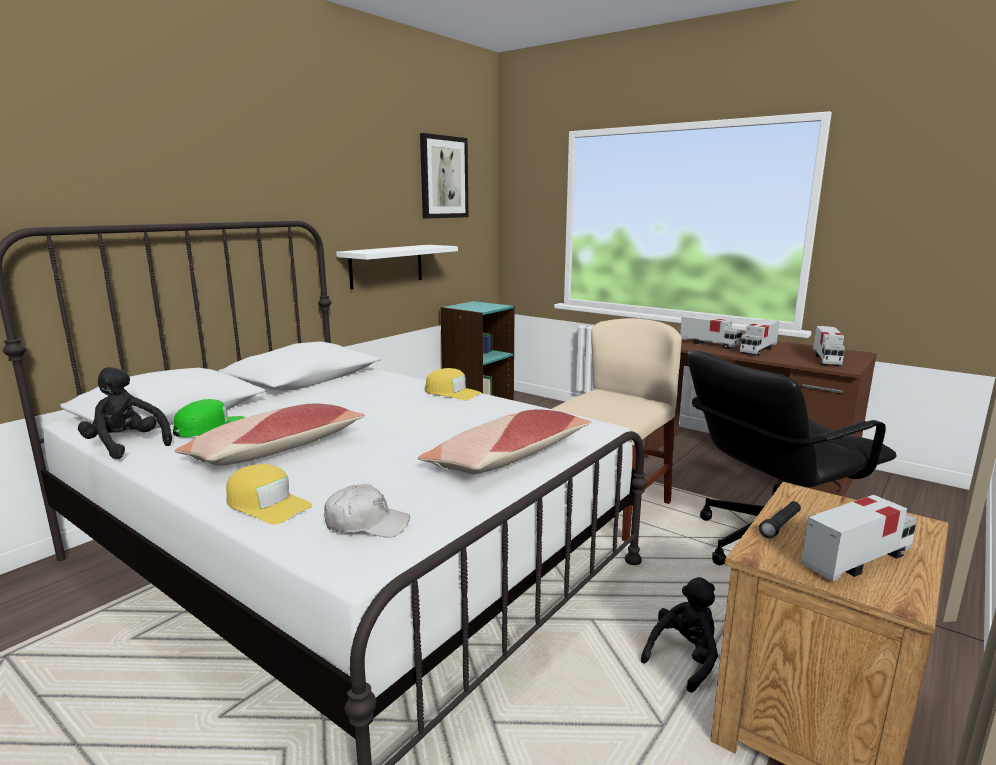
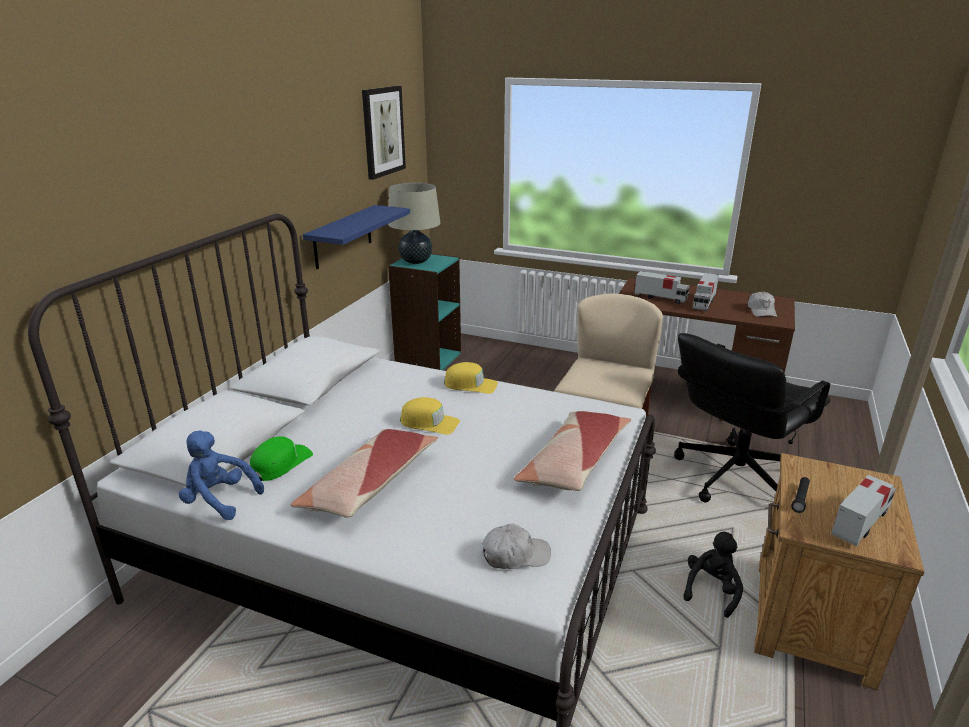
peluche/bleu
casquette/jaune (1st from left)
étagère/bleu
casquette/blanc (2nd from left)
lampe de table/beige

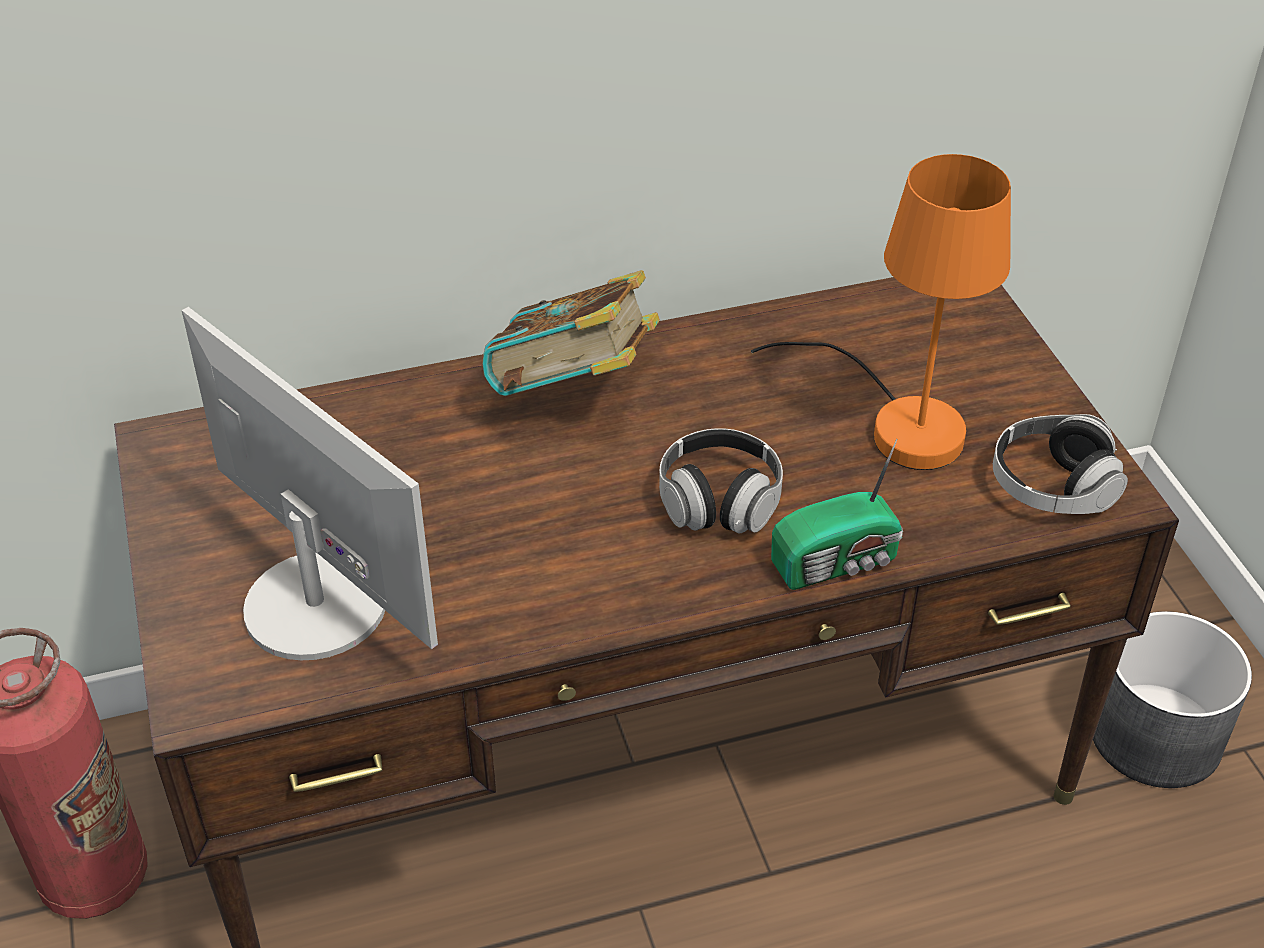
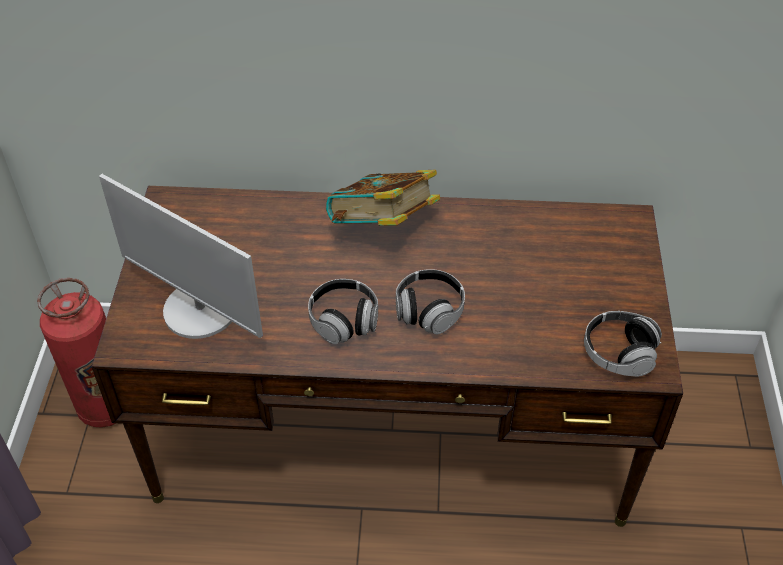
écran d'ordinateur
lampe de table/orange
radio
cache-pot/gris
casque audio (1st from left)

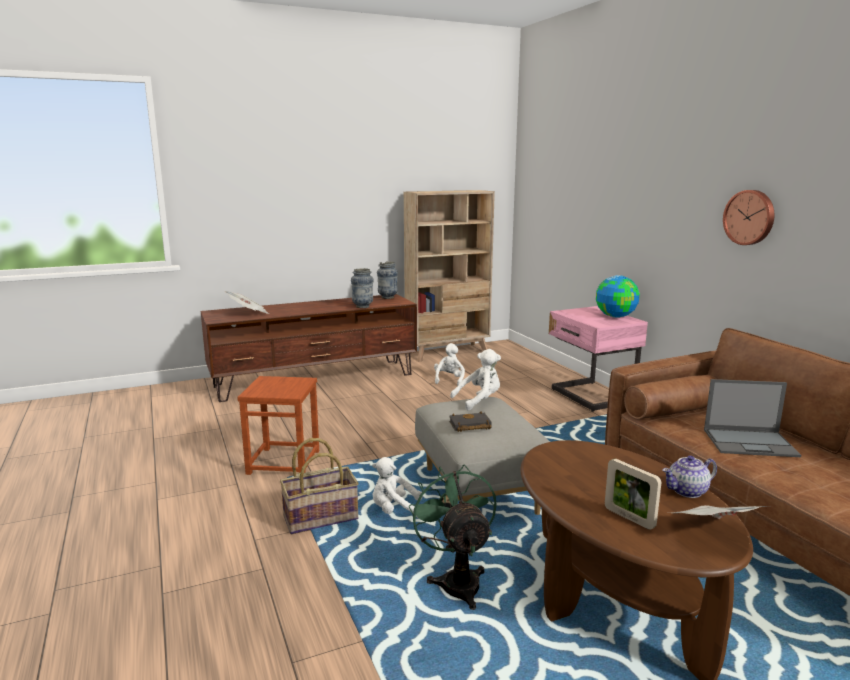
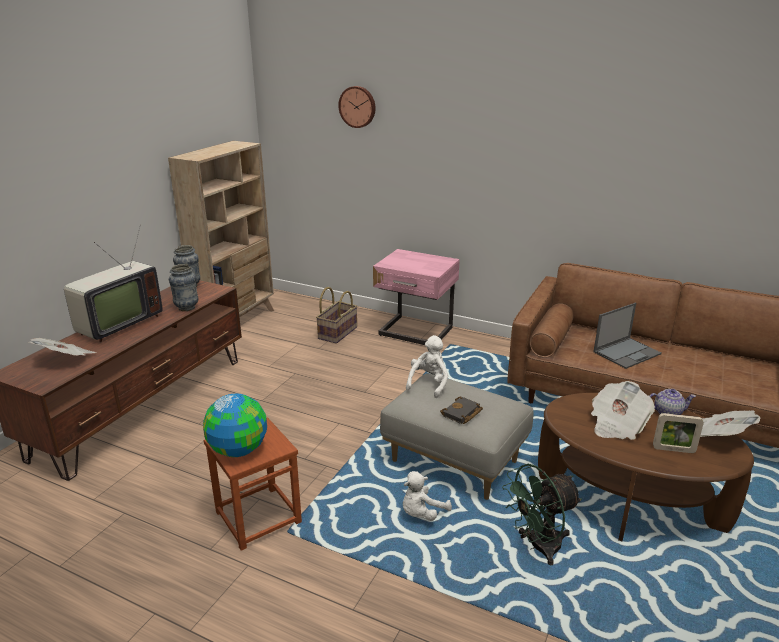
panier
ventilateur/vert
peluche/blanc (2nd from left in the first image)
globe
théière
horloge murale
téléviseur
journal (2nd from left)

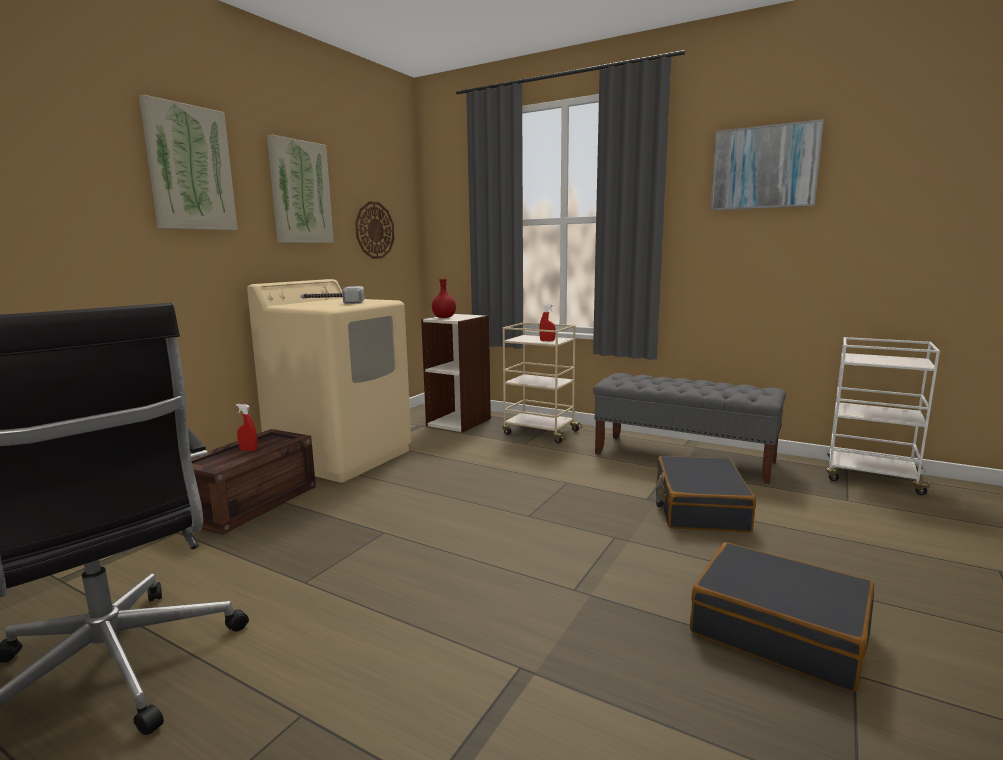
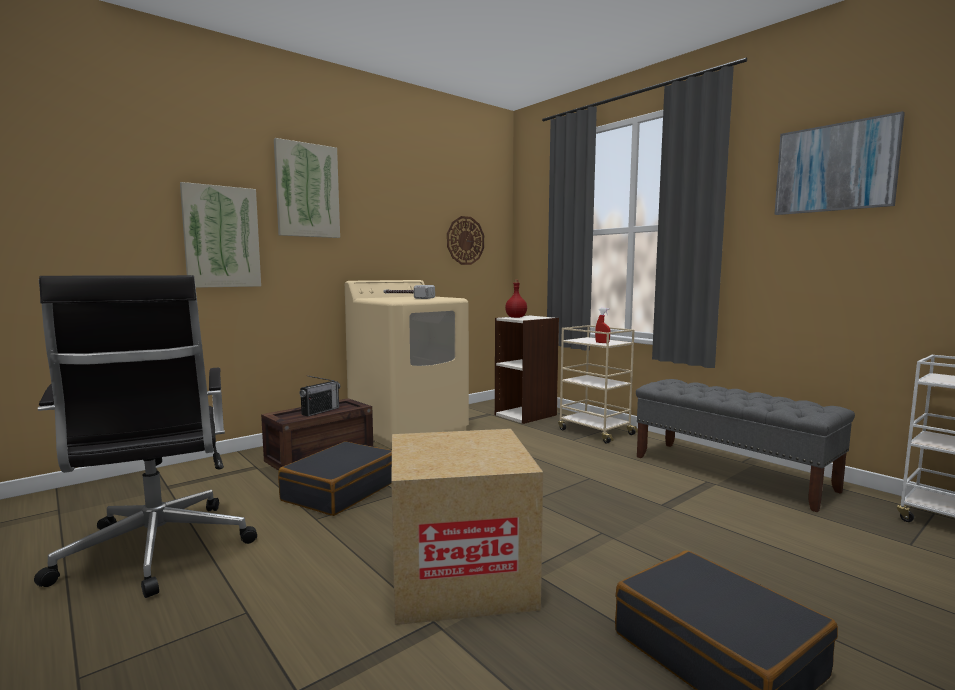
radio
tableau (1st from left)
valise/noir (1st from left)
carton

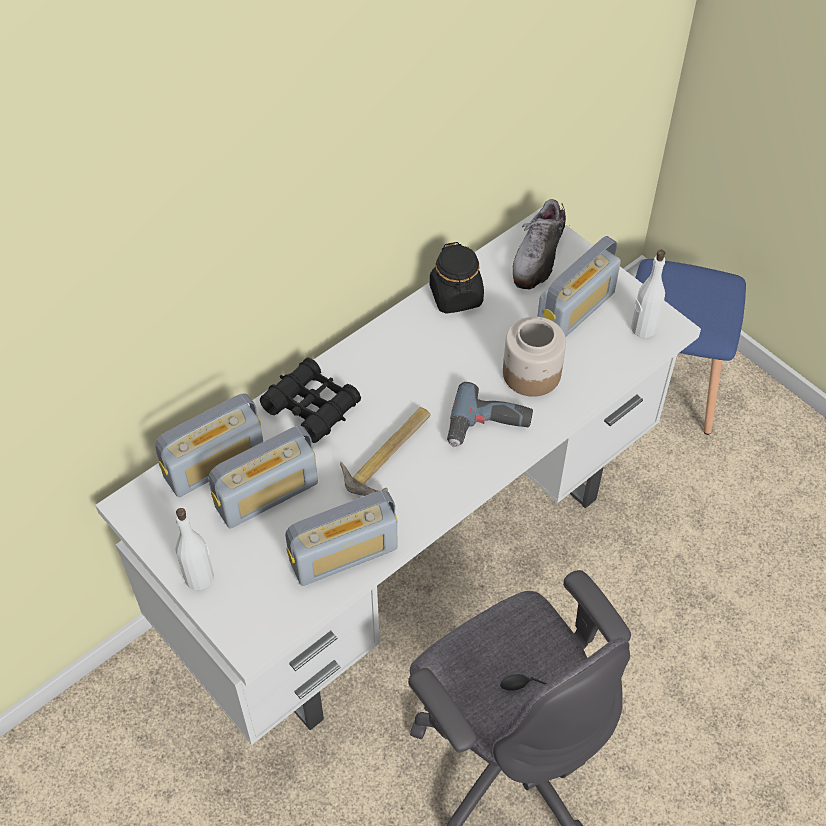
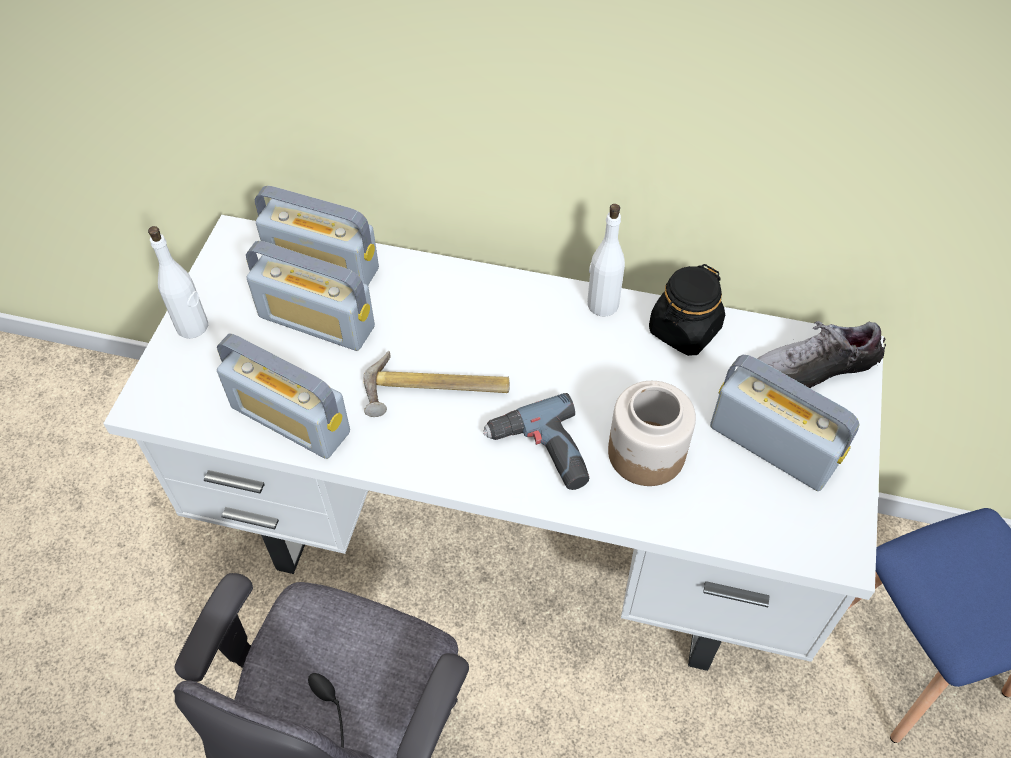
jumelles/noir
radio (4th from left)
bouteille/blanc (2nd from left)

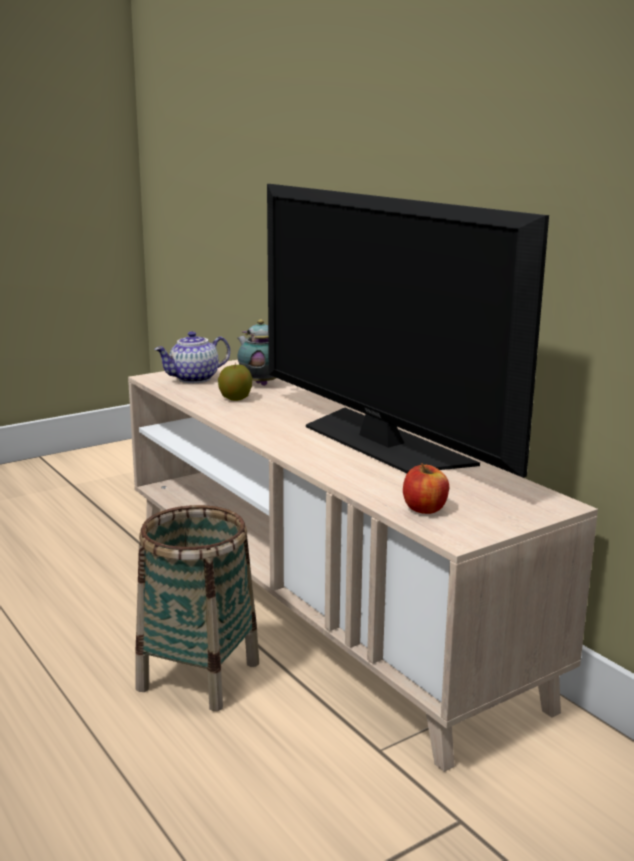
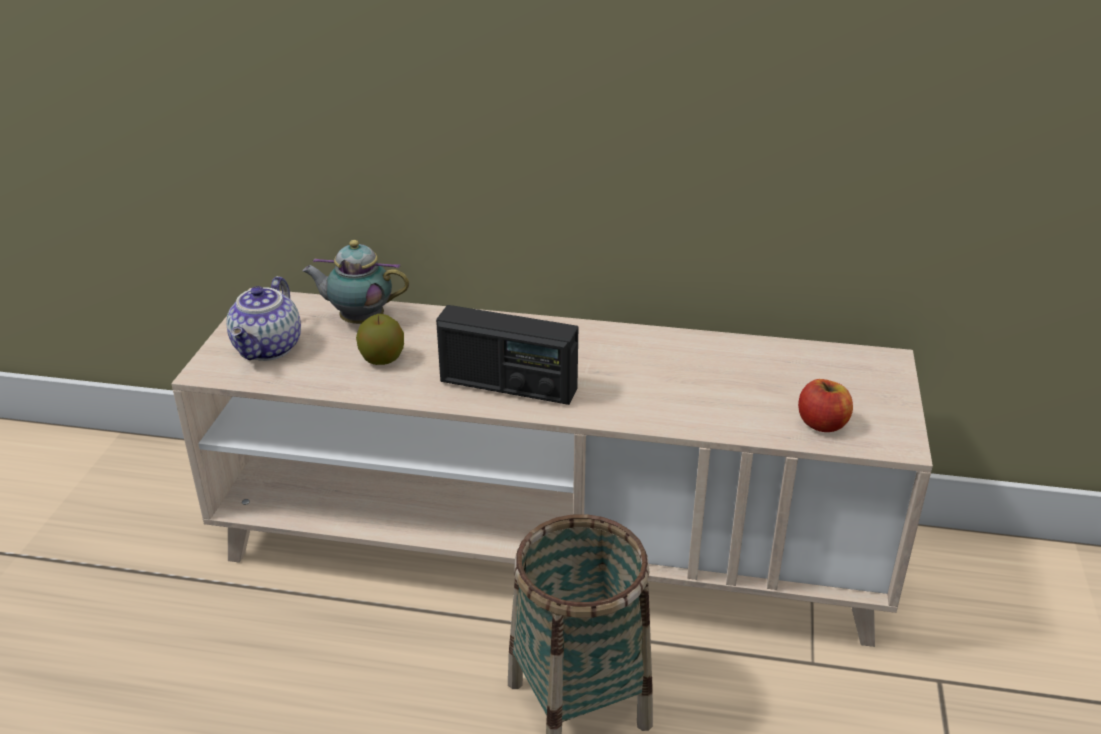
téléviseur
radio

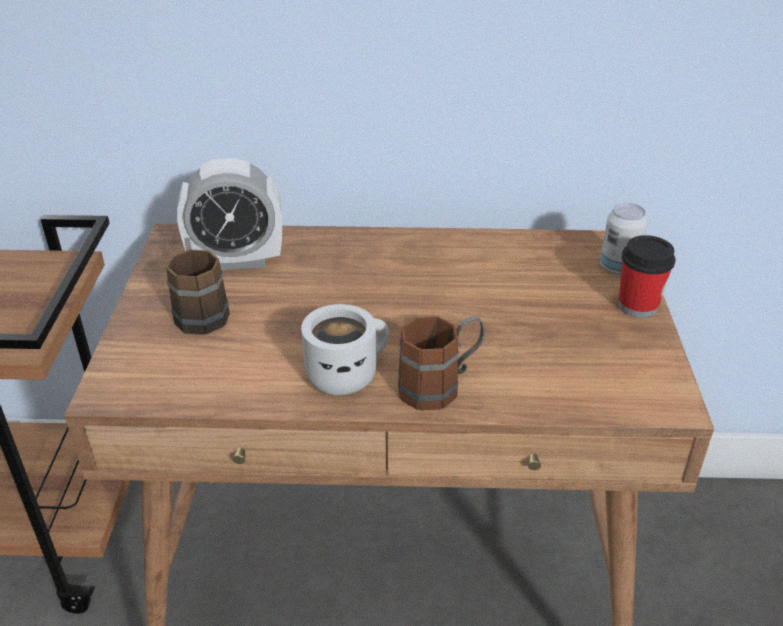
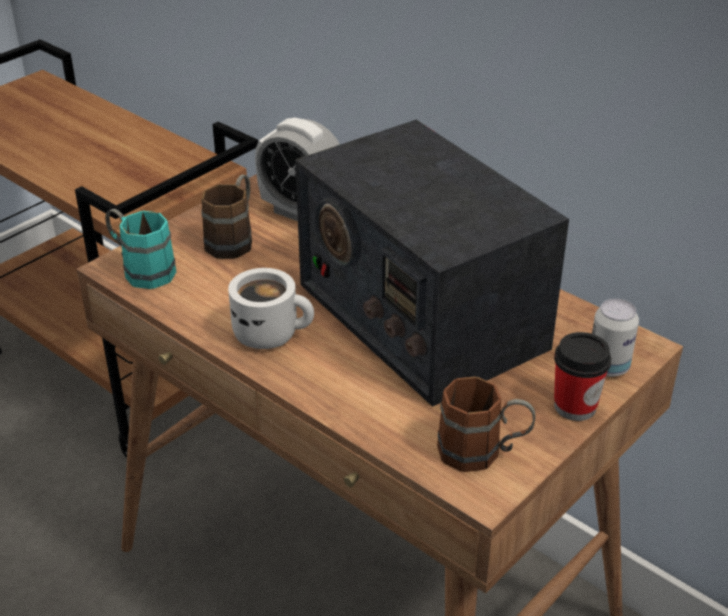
mug/marron (2nd from left)
mug/turquoise
radio

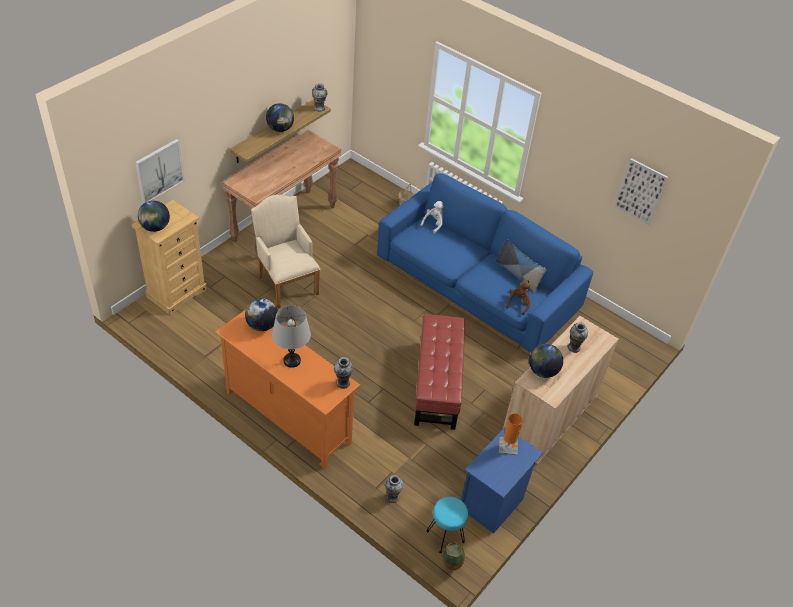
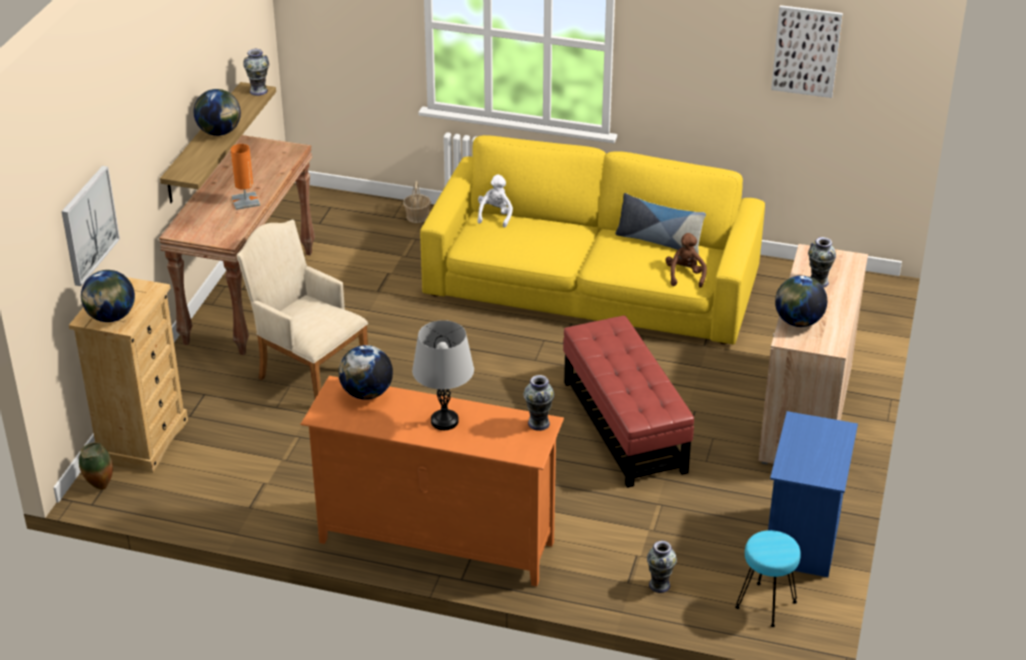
canapé/jaune
vase (1st from left)
lampe de table/orange

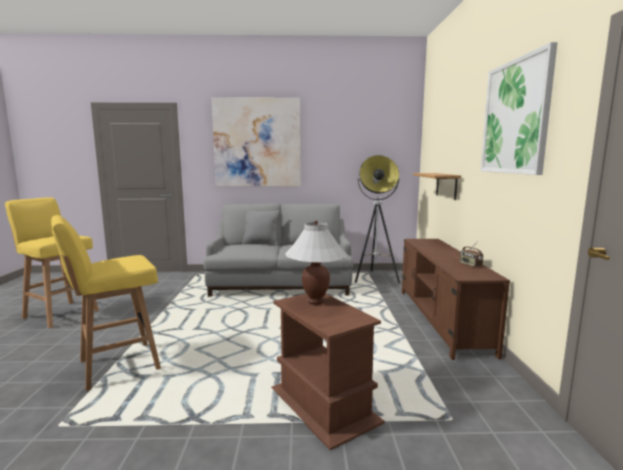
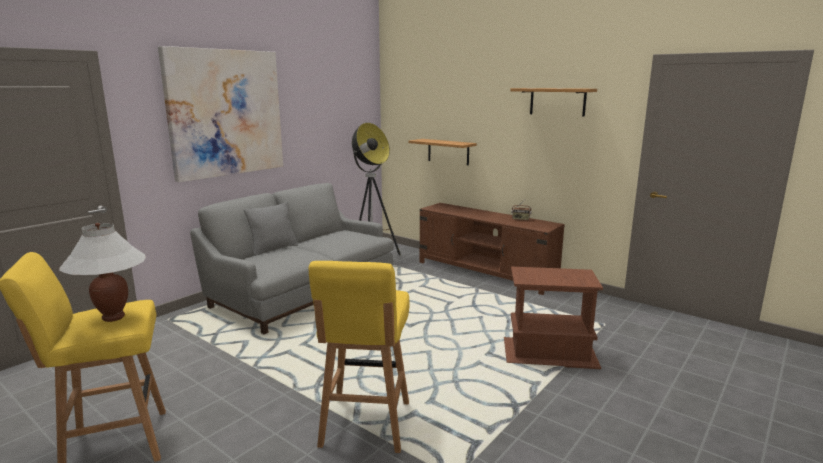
lampe de table/blanc
étagère (2nd from left)

